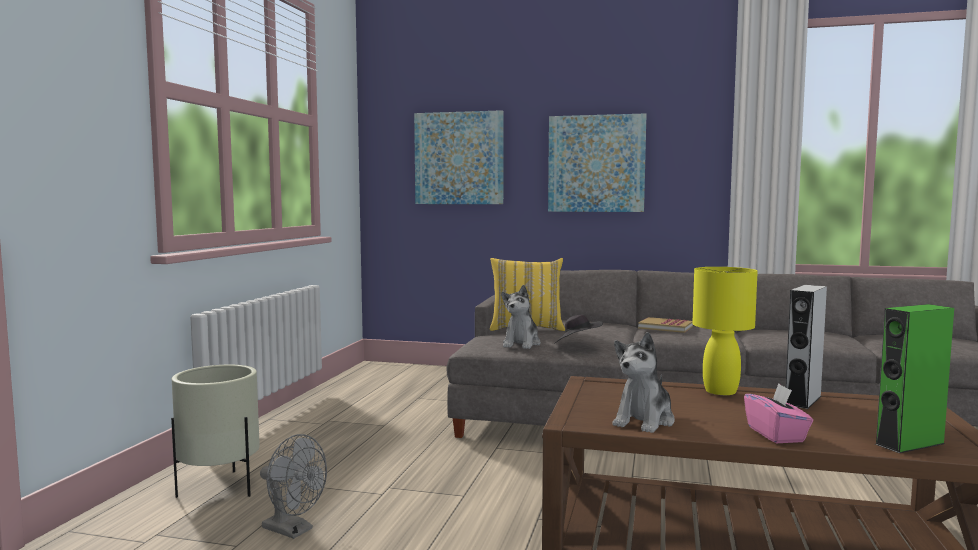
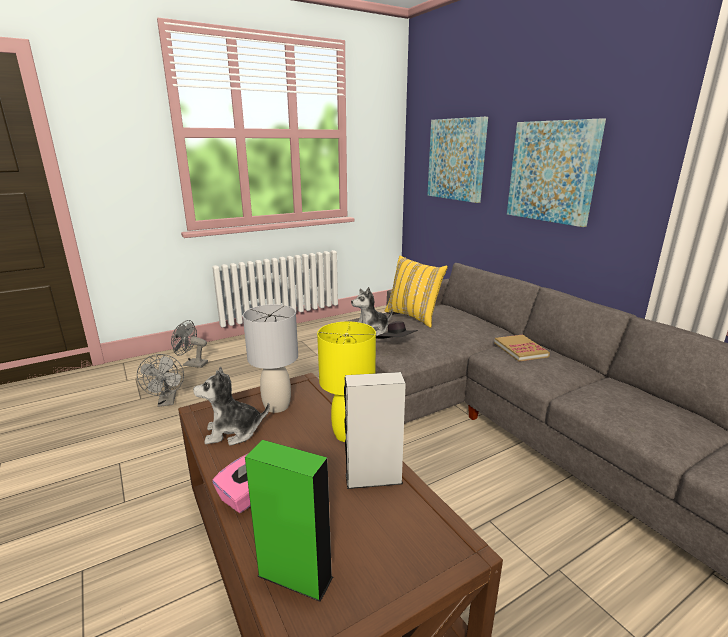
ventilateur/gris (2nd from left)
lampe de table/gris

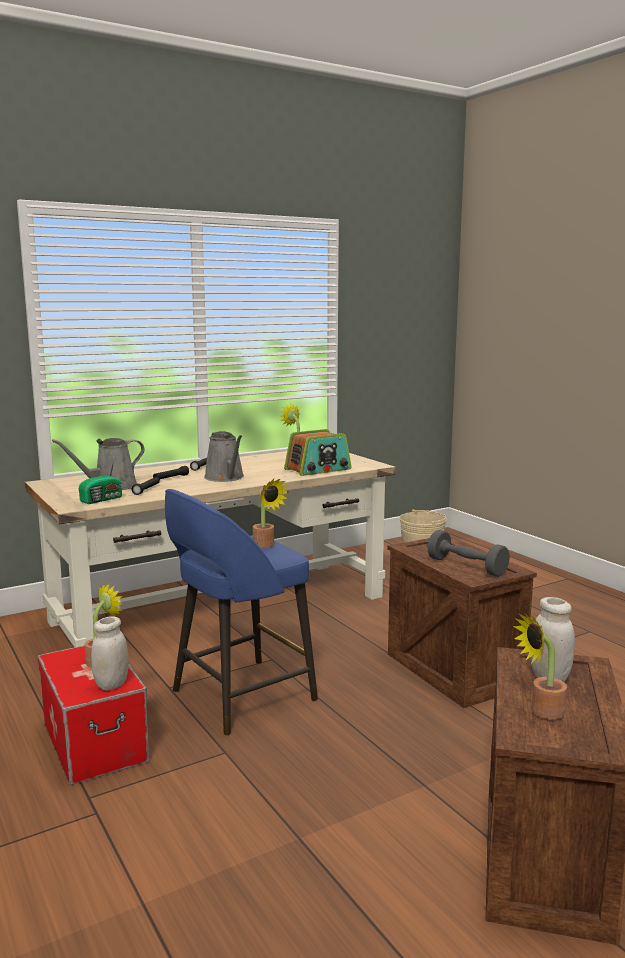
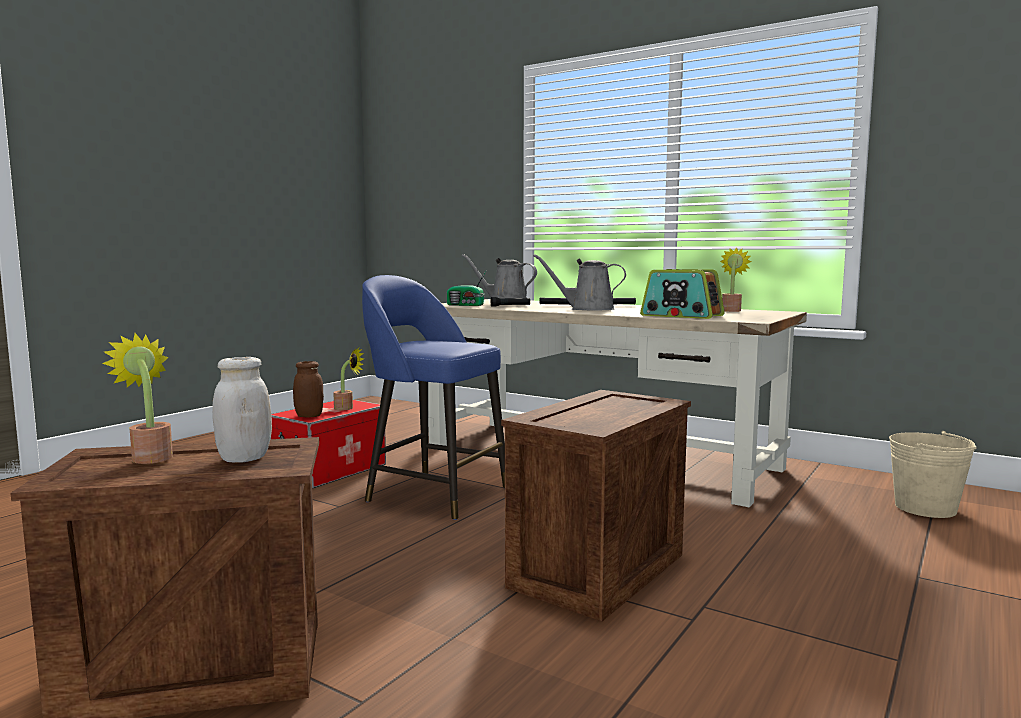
bocal/marron
arrosoir/gris (2nd from left)
plante en pot (2nd from left in the first image)
haltère/gris

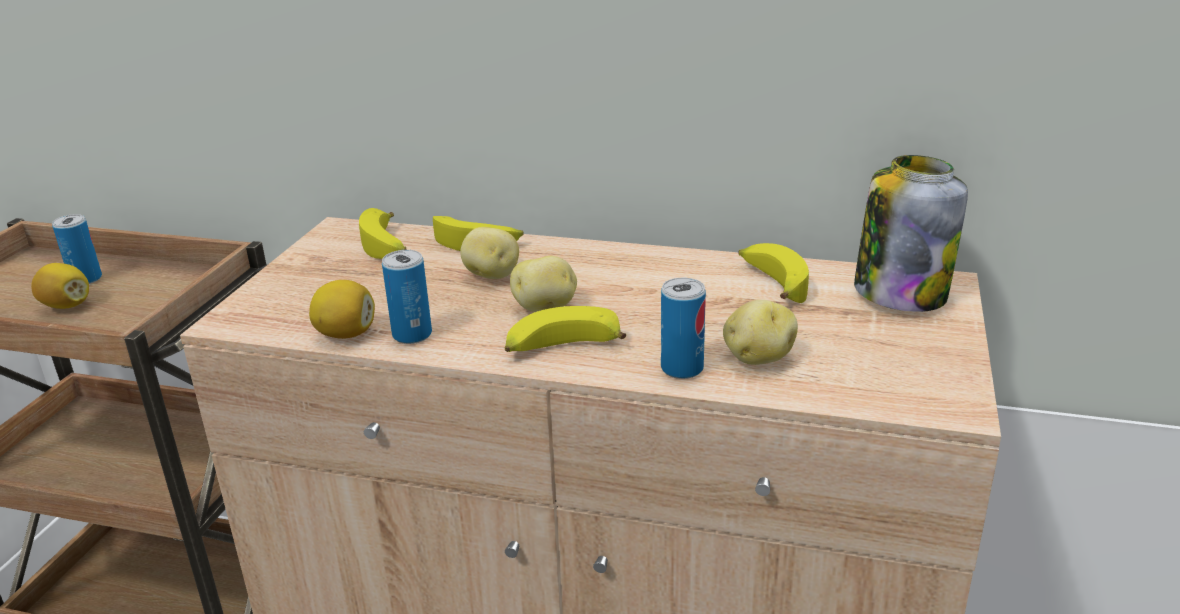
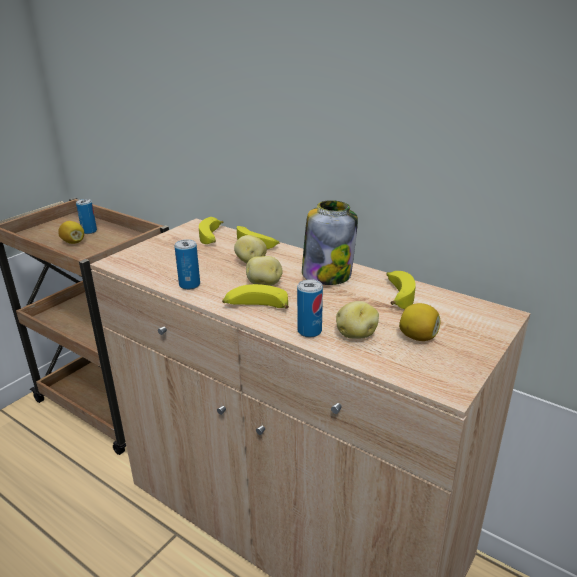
citron (2nd from left)
bocal

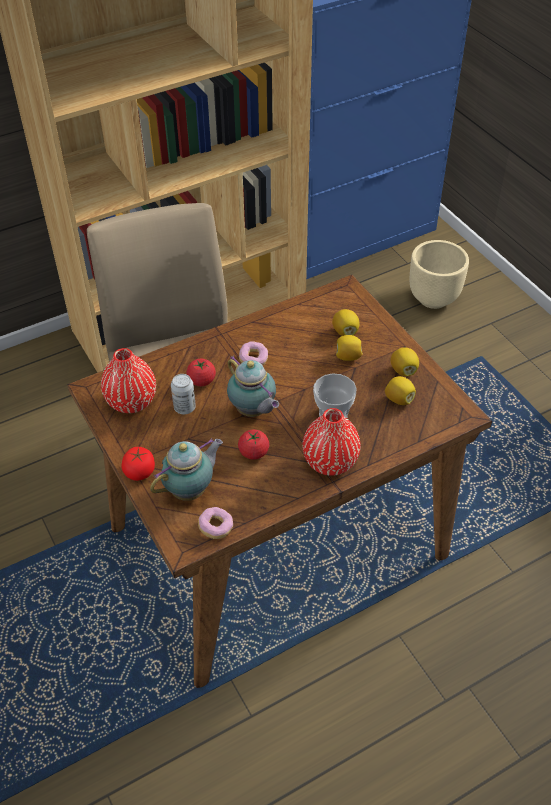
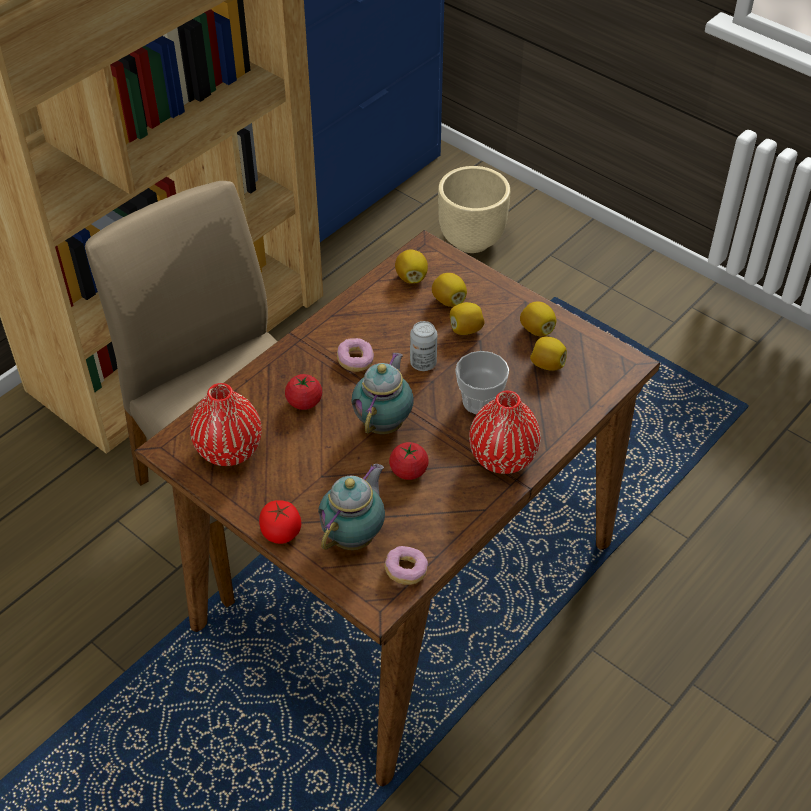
boîte métallique
théière (2nd from left)
citron (1st from left)

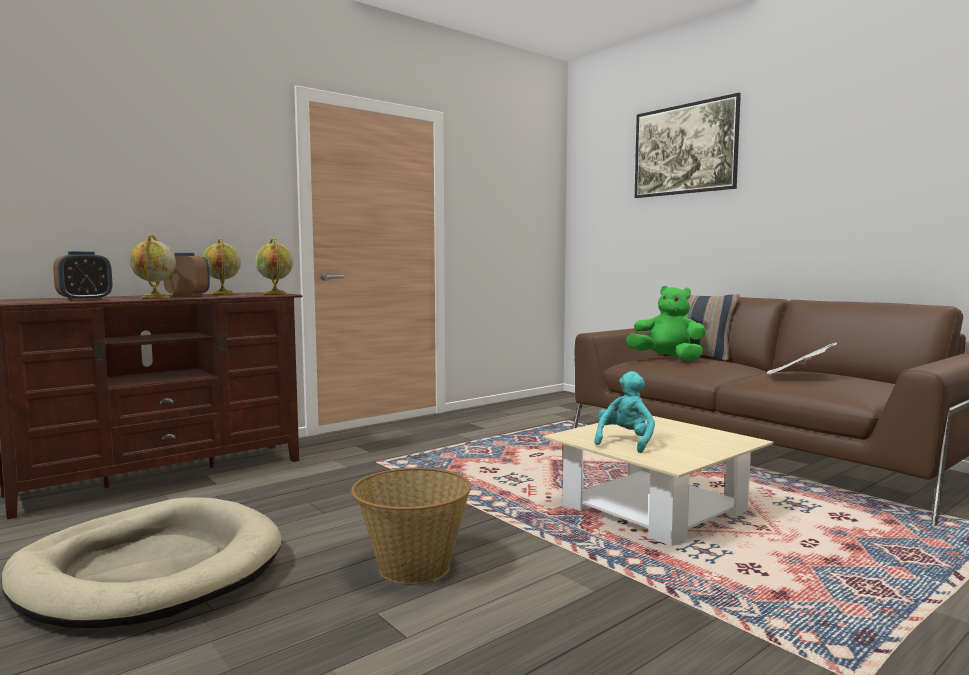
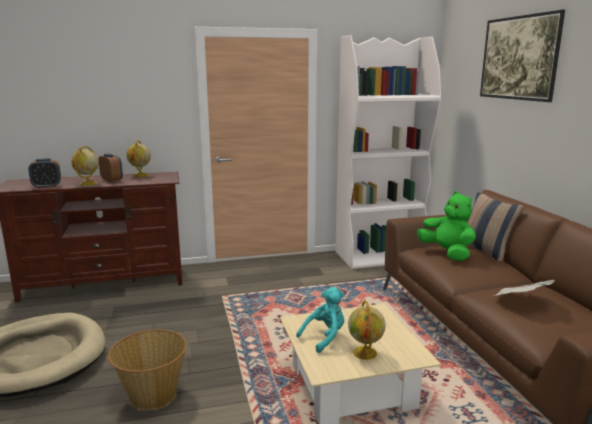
globe (3rd from left)
bibliothèque/blanc

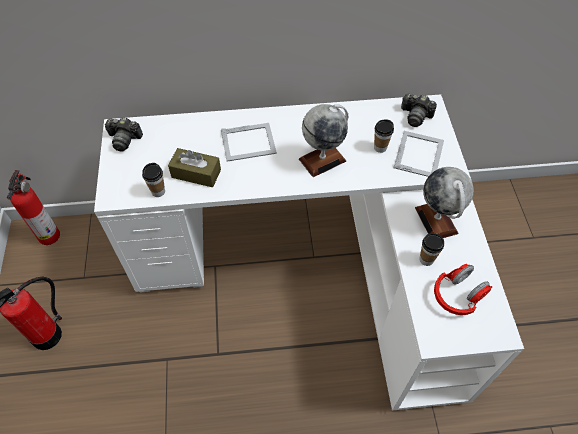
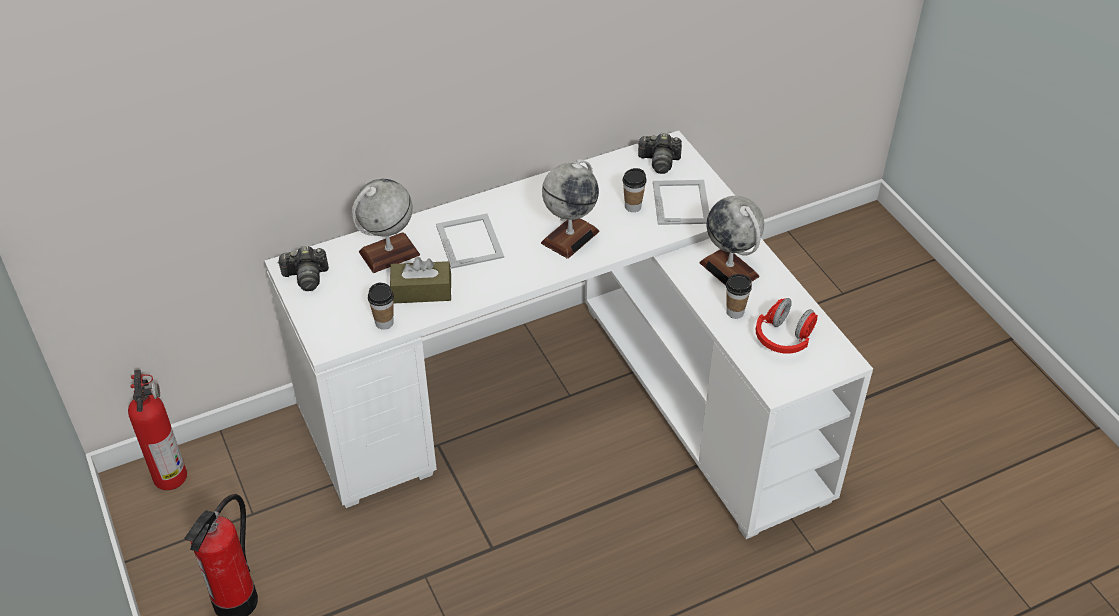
cadre photo (1st from left)
globe (1st from left)

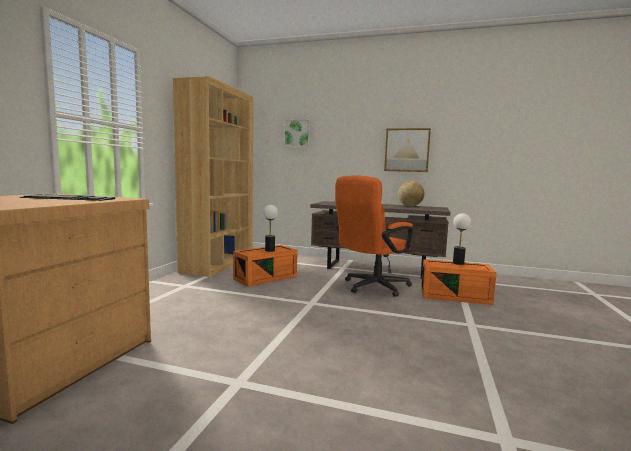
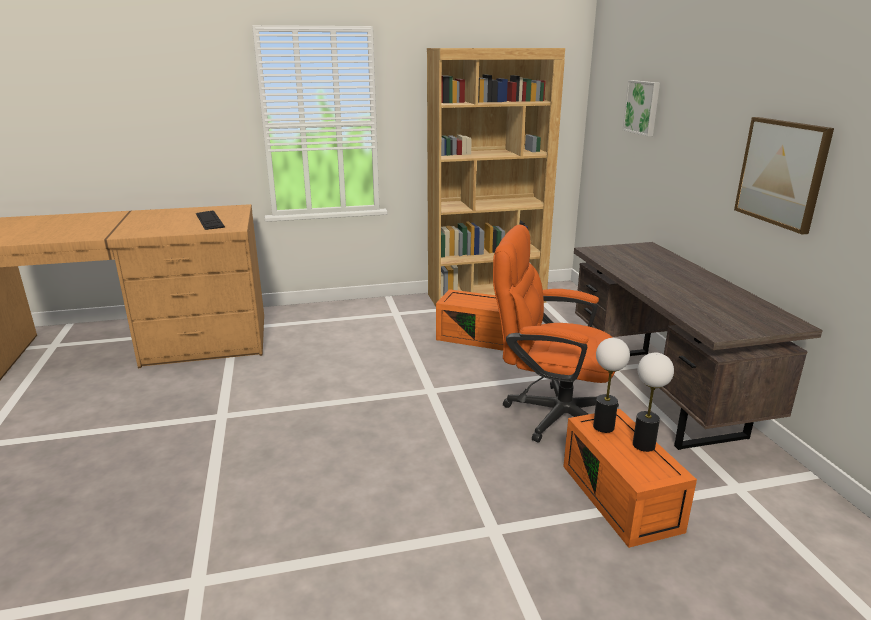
lampe de table (1st from left)
globe

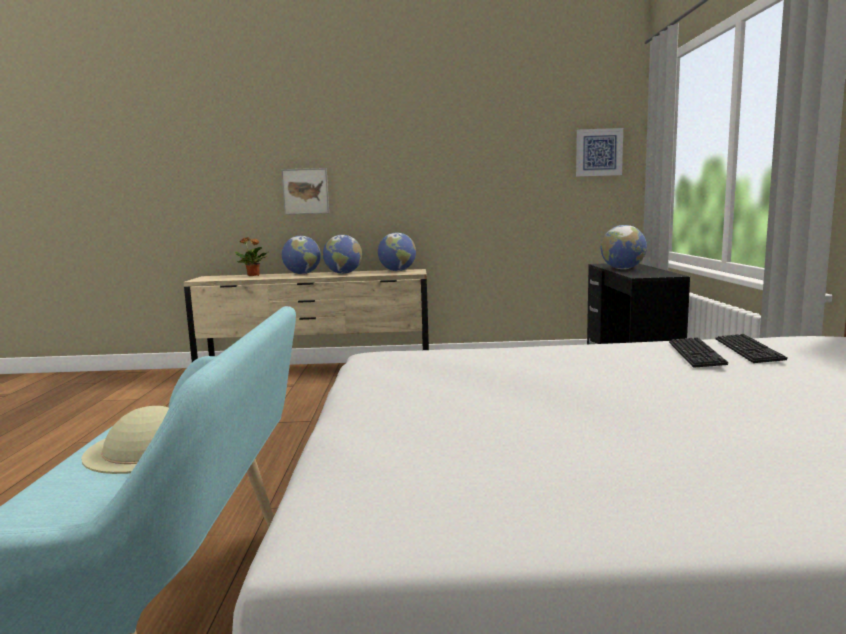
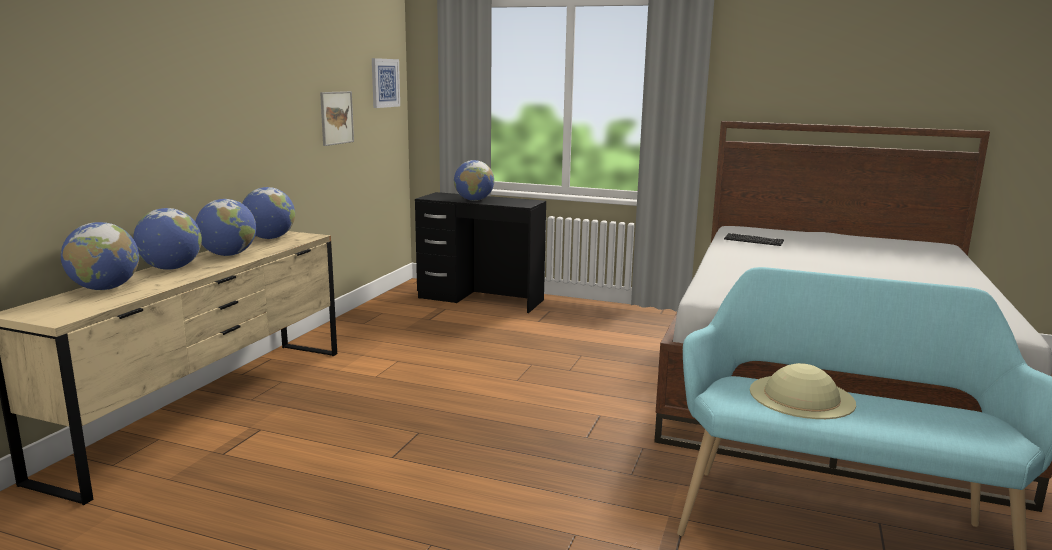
globe (1st from left)
tableau (1st from left)
clavier (1st from left in the first image)

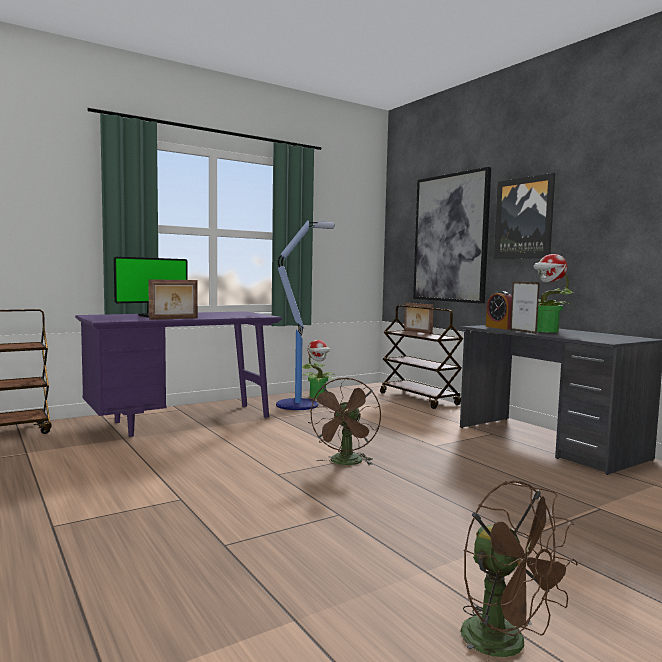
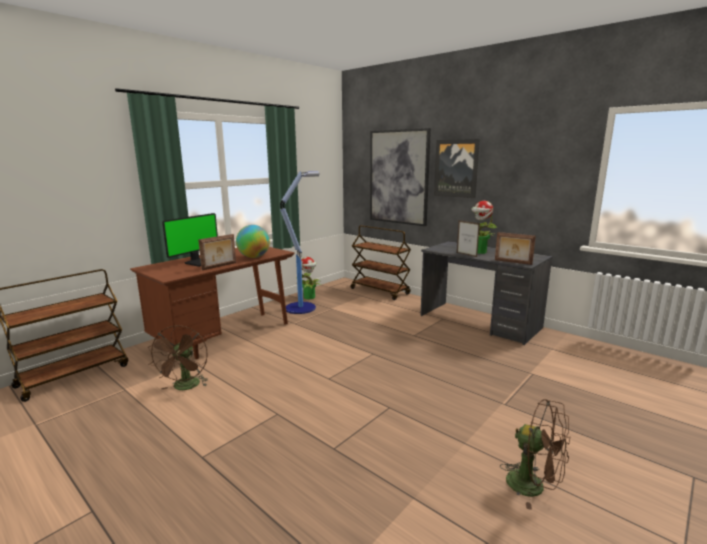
bureau/marron
ventilateur/marron (1st from left)
cadre photo (3rd from left)
réveil
globe

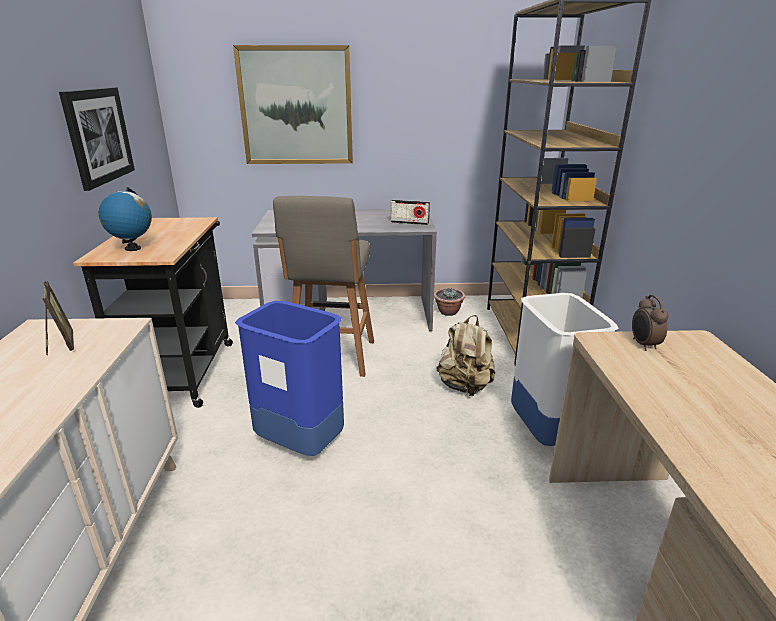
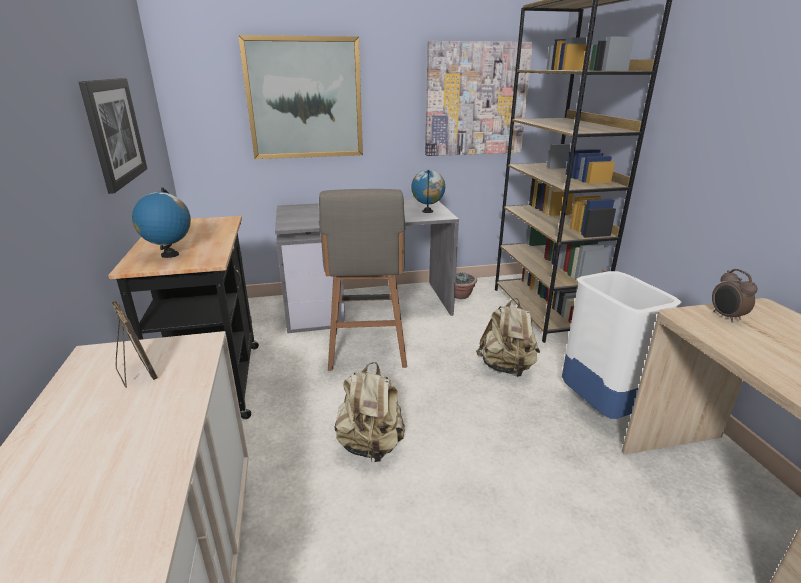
sac à dos/beige (1st from left)
globe (2nd from left)
tableau (3rd from left)

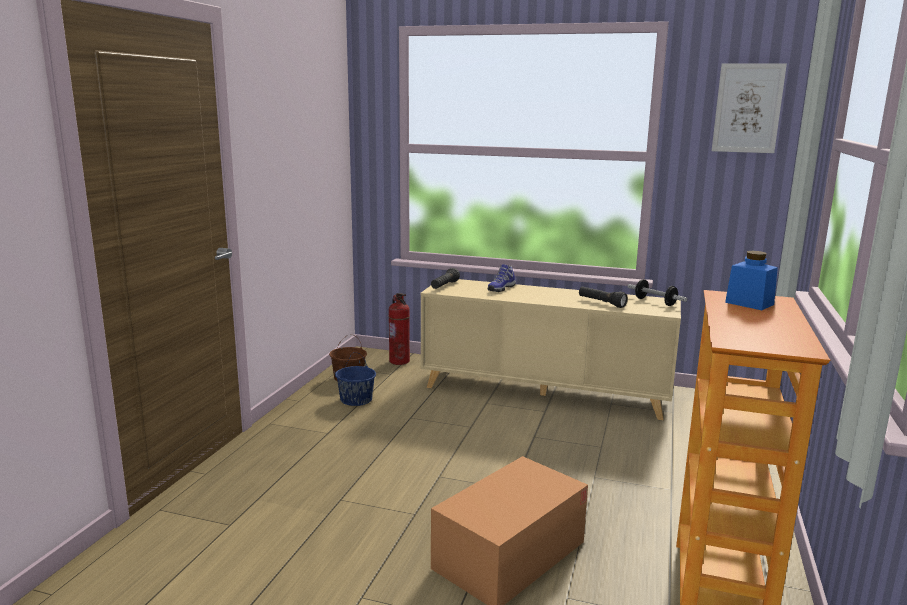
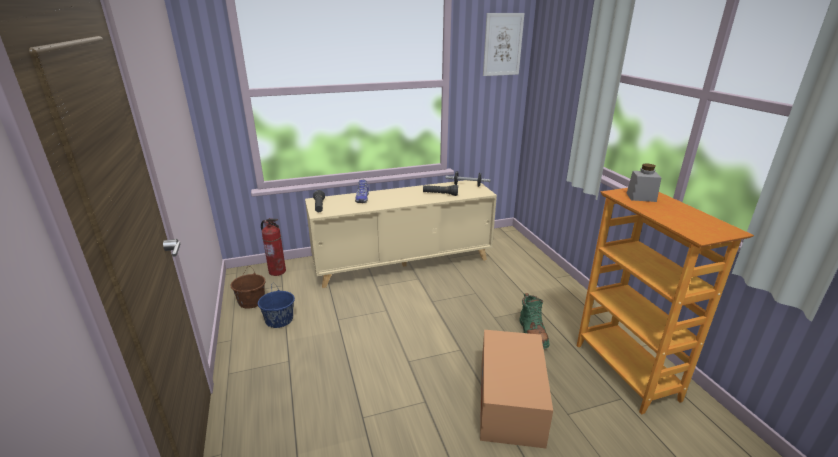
bocal/gris
botte/vert

